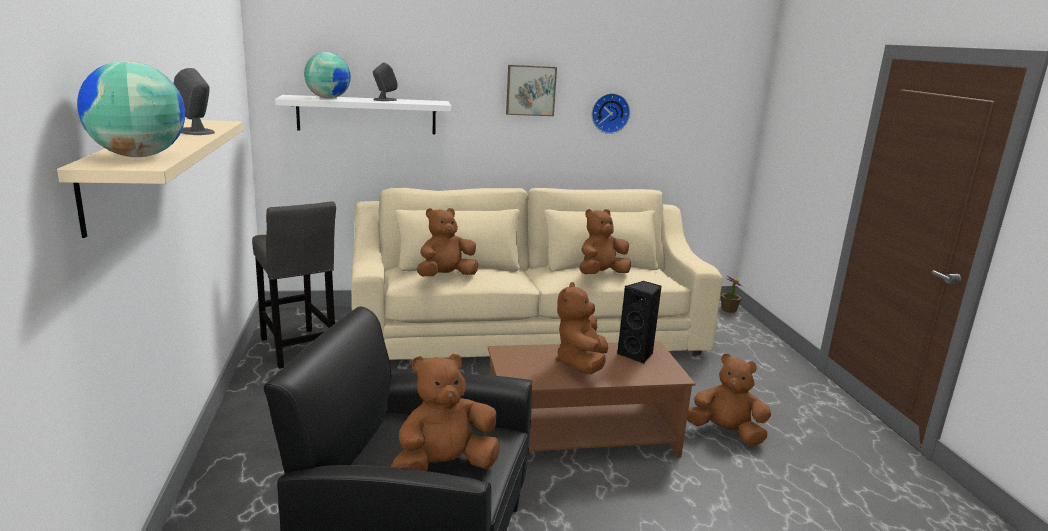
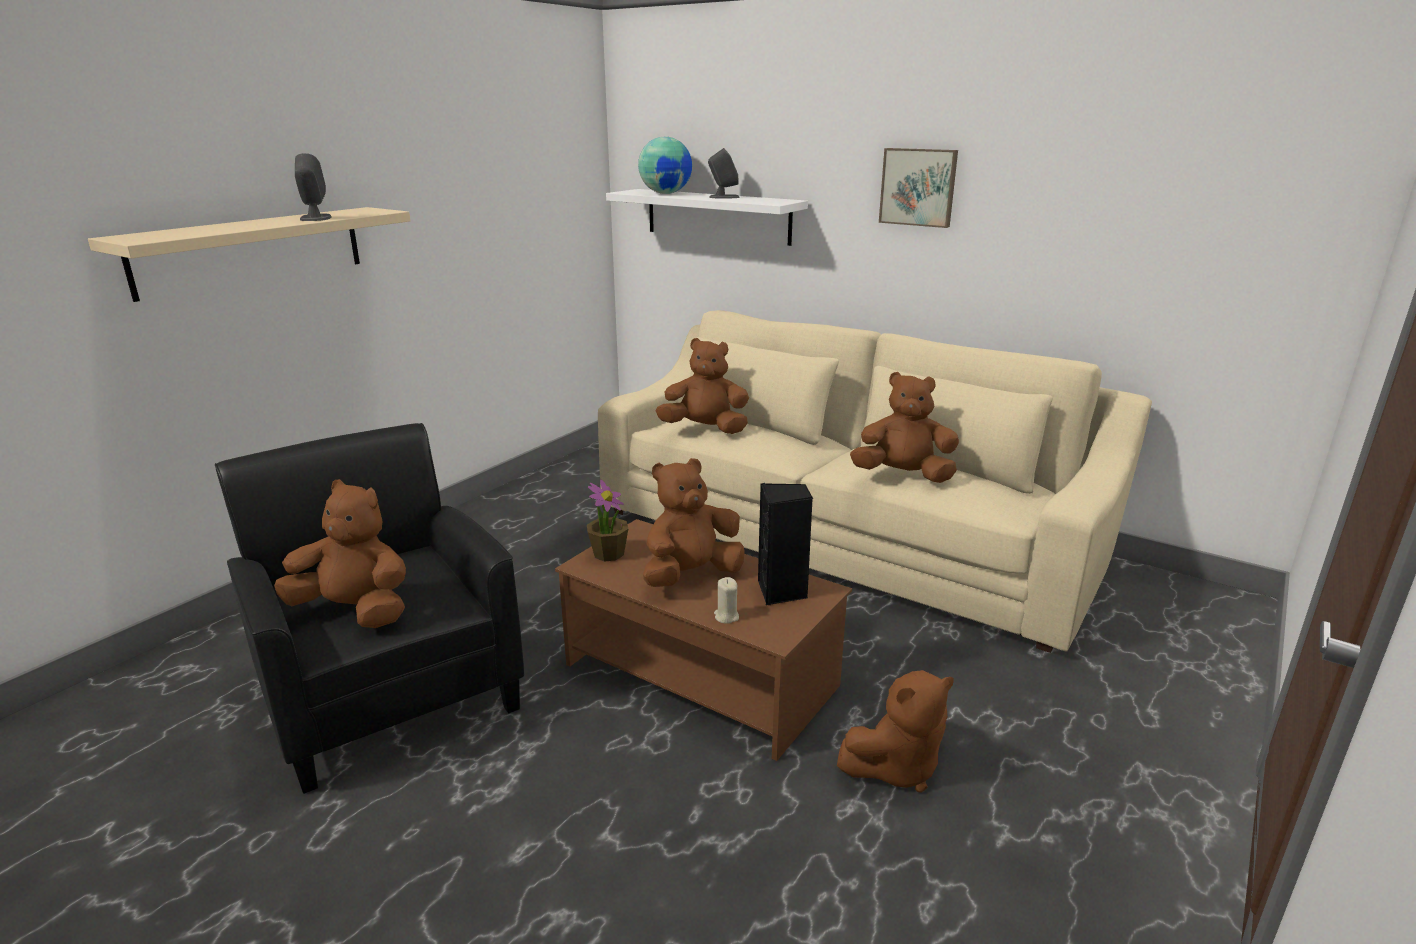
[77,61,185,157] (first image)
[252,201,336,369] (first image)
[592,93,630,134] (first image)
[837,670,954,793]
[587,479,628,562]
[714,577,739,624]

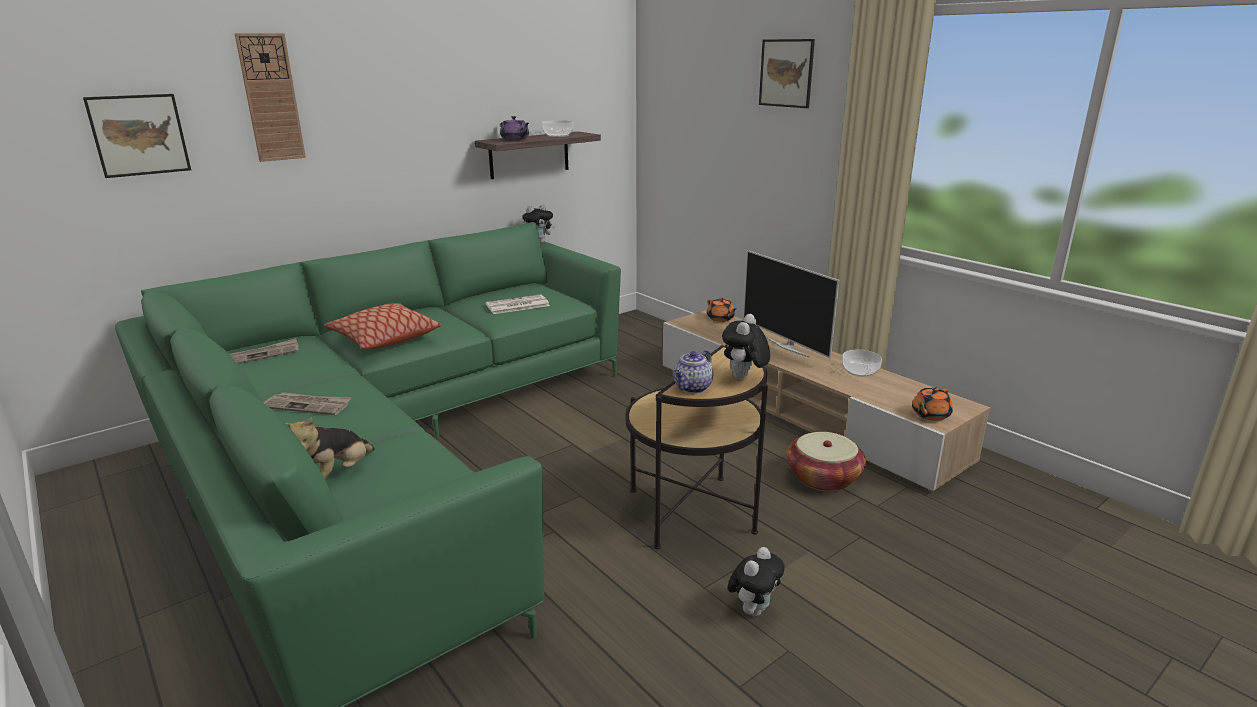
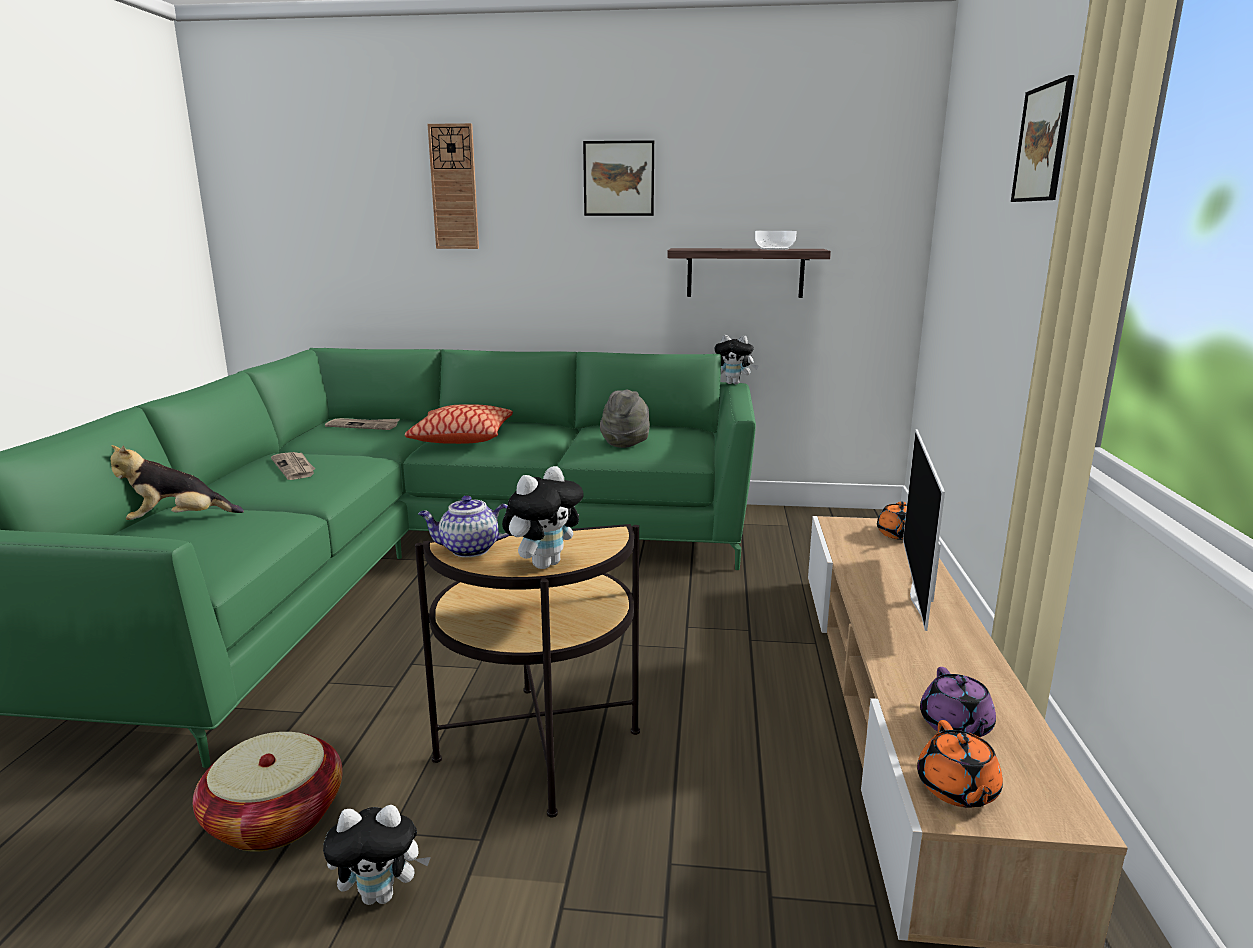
[583,140,654,216]
[600,389,650,448]
[920,667,996,737]
[502,466,584,569]
[193,732,343,852]
[842,350,882,377] (first image)
[917,720,1003,808]

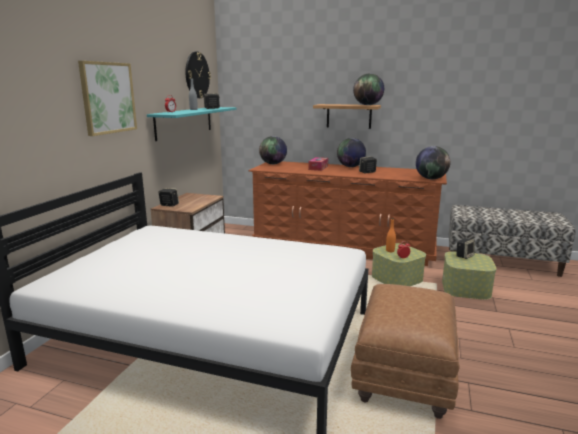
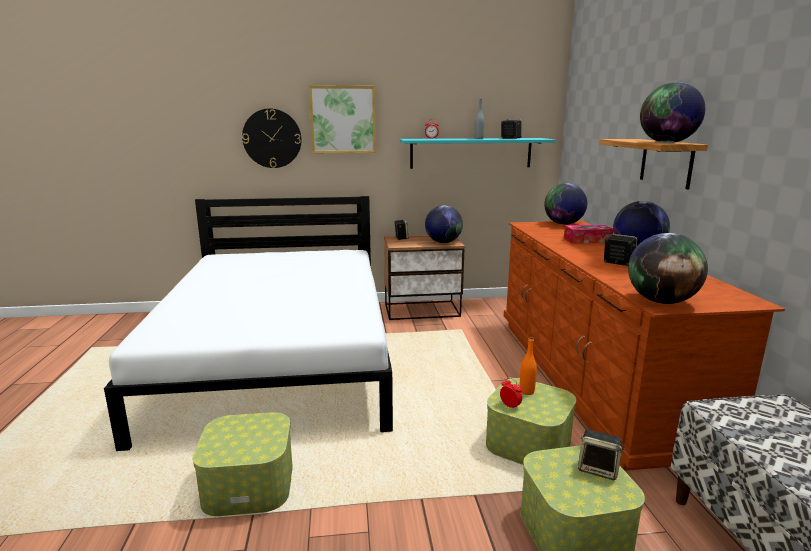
[242,108,301,168]
[192,412,293,516]
[425,205,463,243]

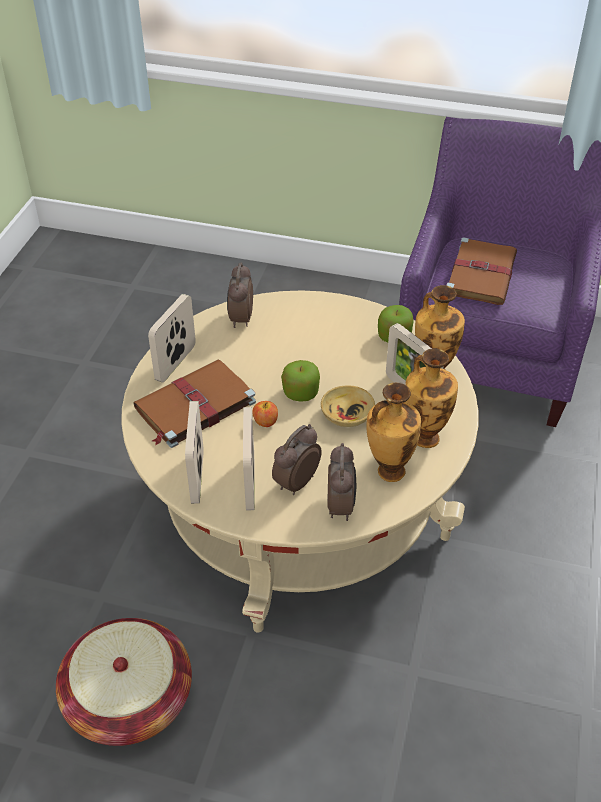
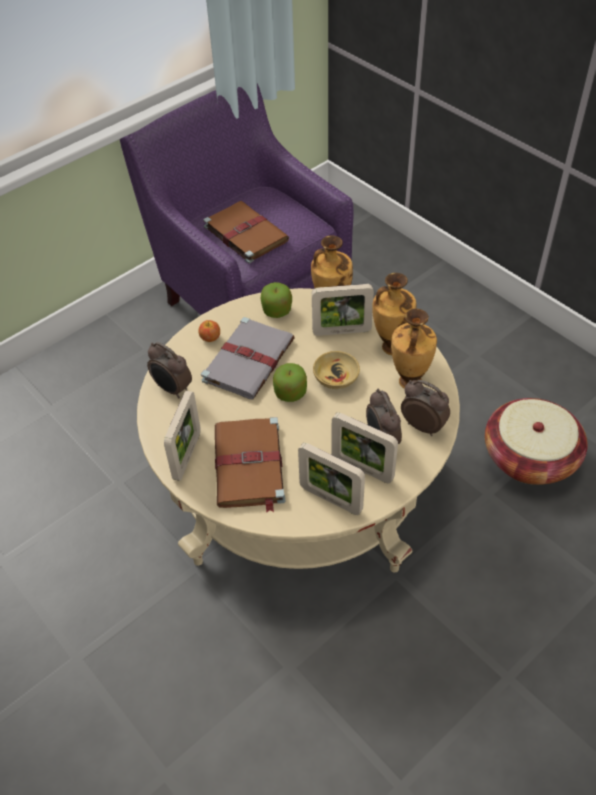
[485,398,588,485]
[164,391,201,481]
[198,320,220,342]
[201,317,295,400]

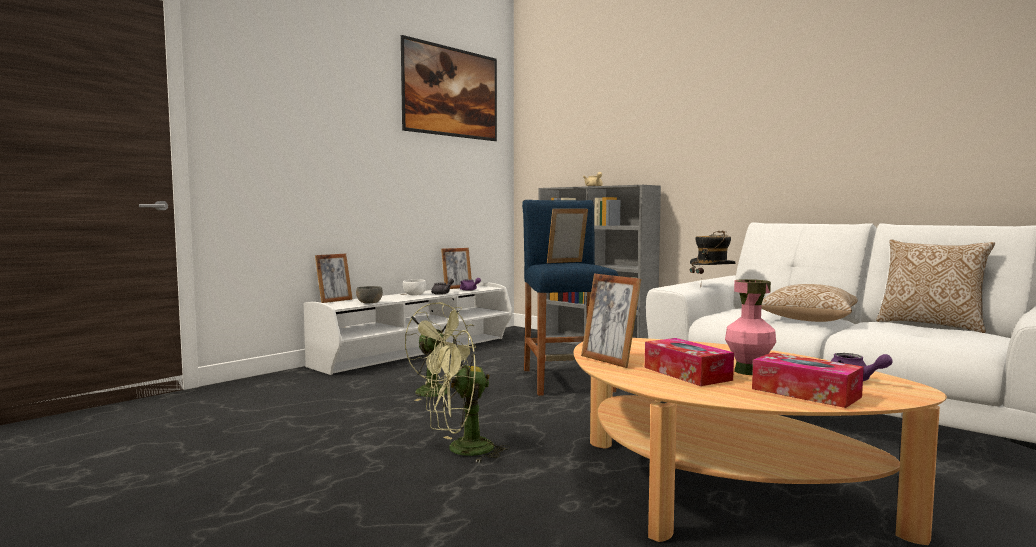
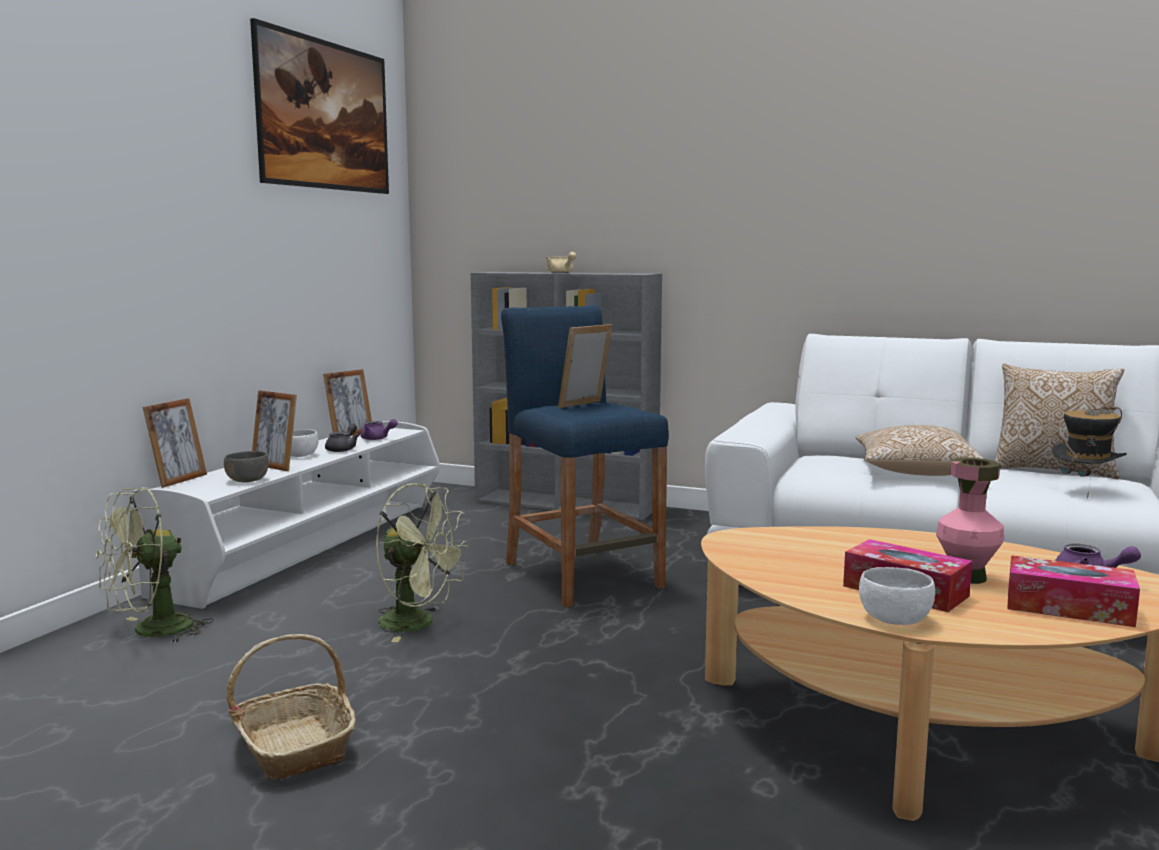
[96,487,214,643]
[252,390,297,471]
[1051,406,1127,499]
[226,634,356,780]
[859,567,935,625]

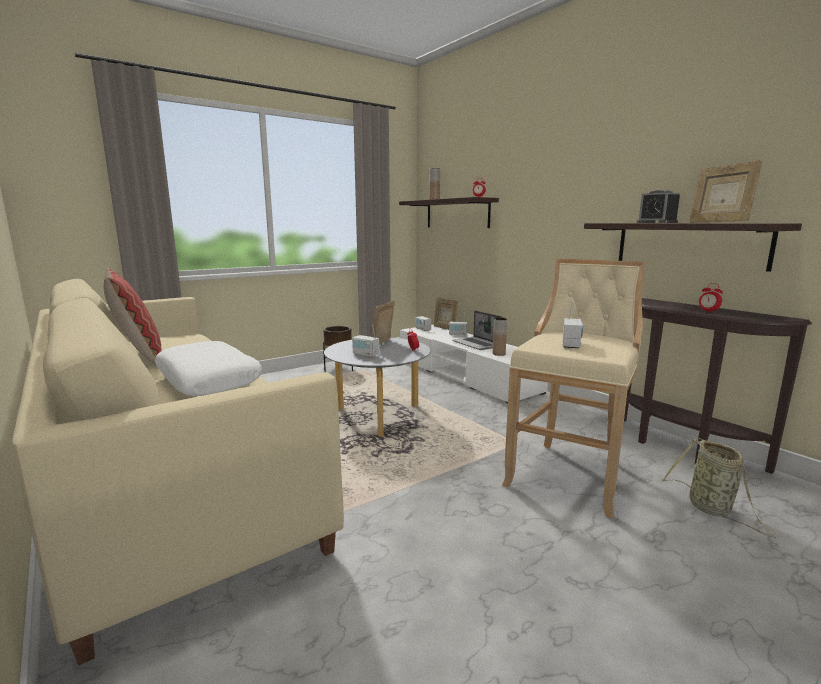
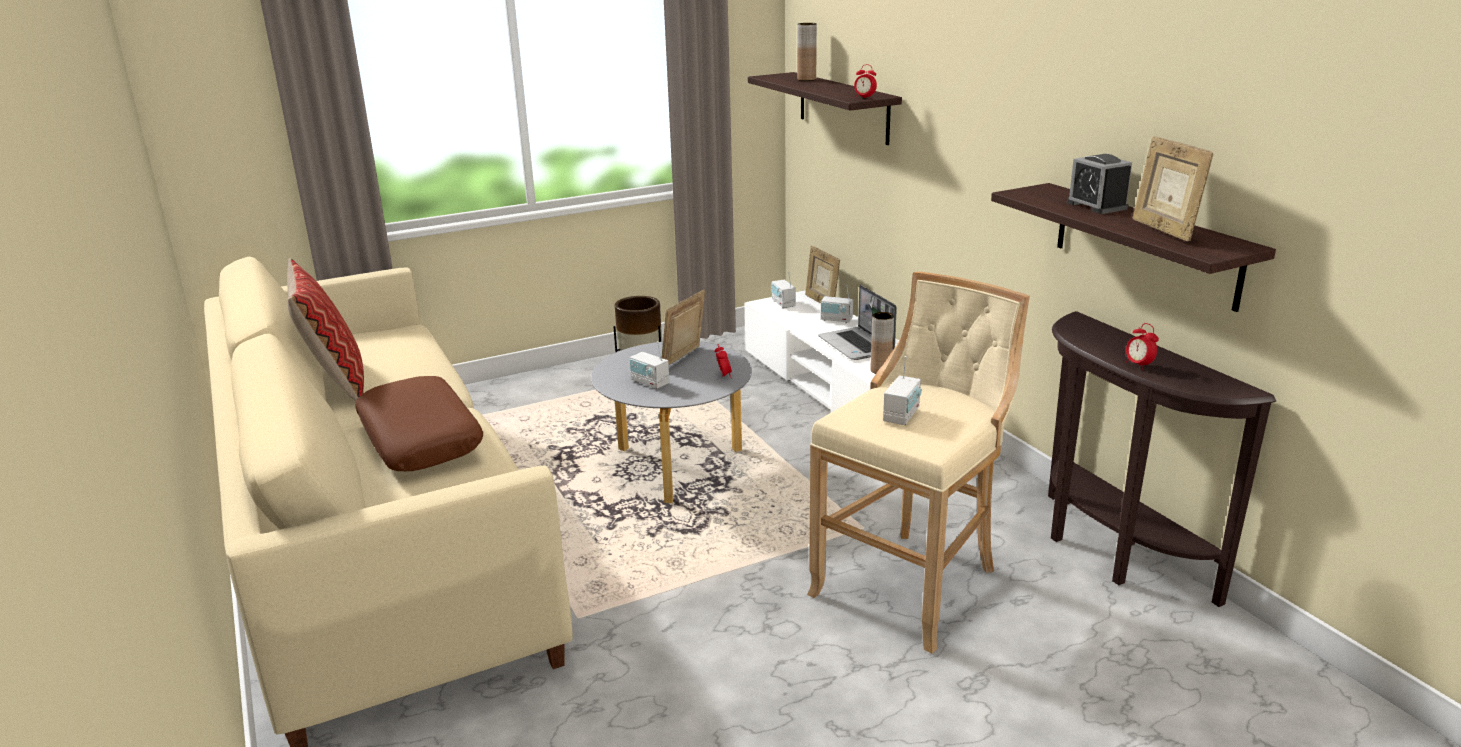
[355,376,483,471]
[662,438,776,539] (first image)

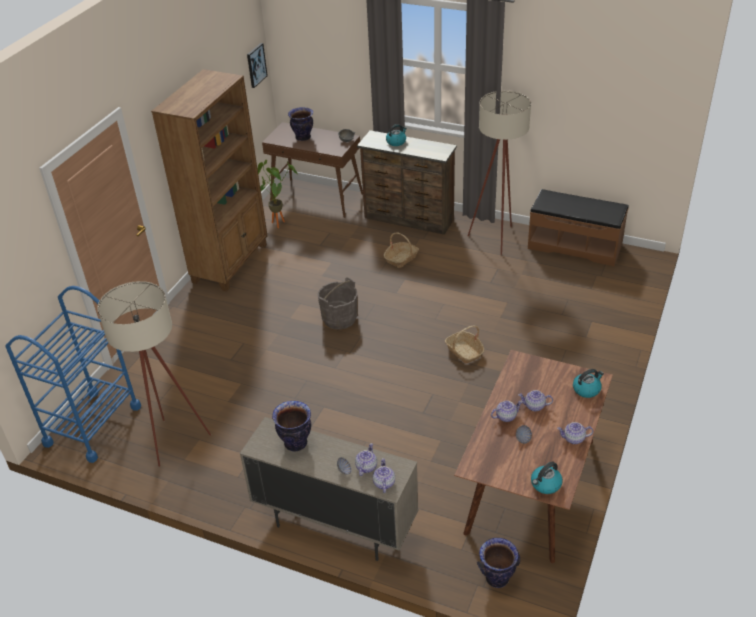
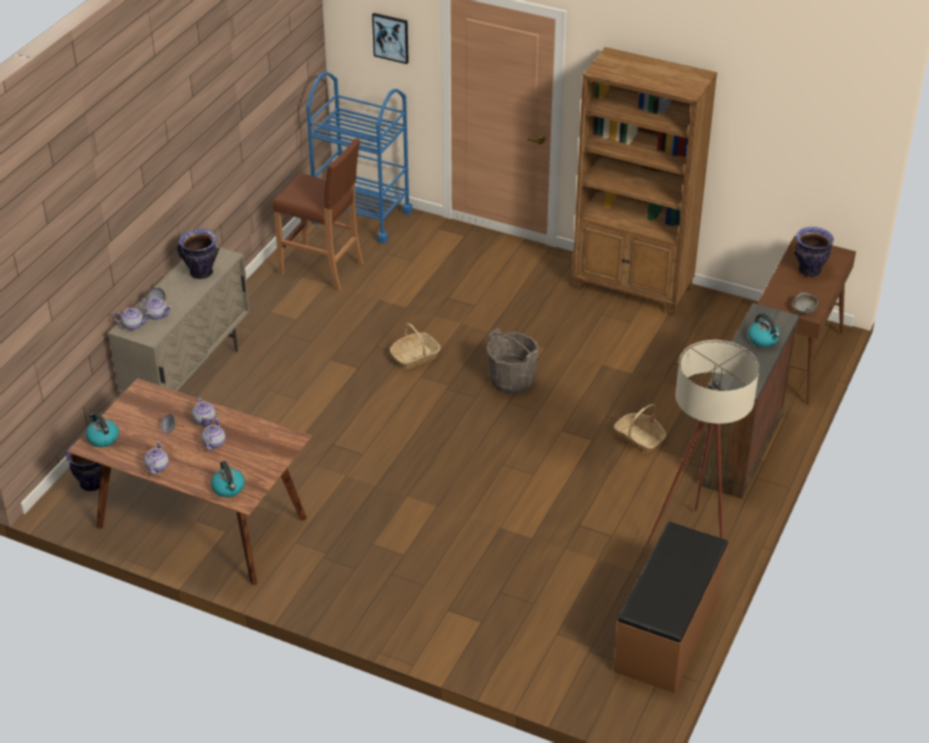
[272,138,364,291]
[372,13,409,64]
[257,160,297,228] (first image)
[390,323,441,369]

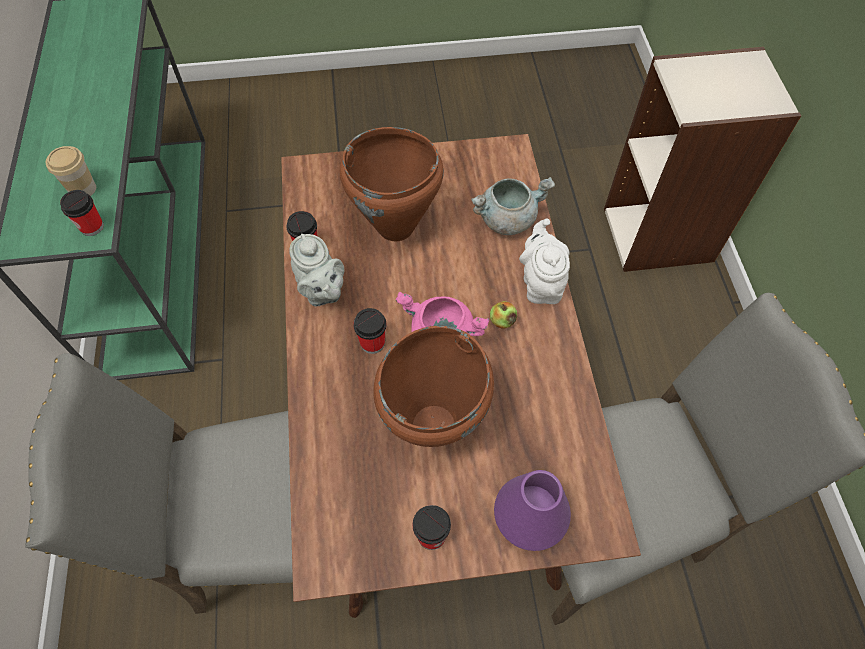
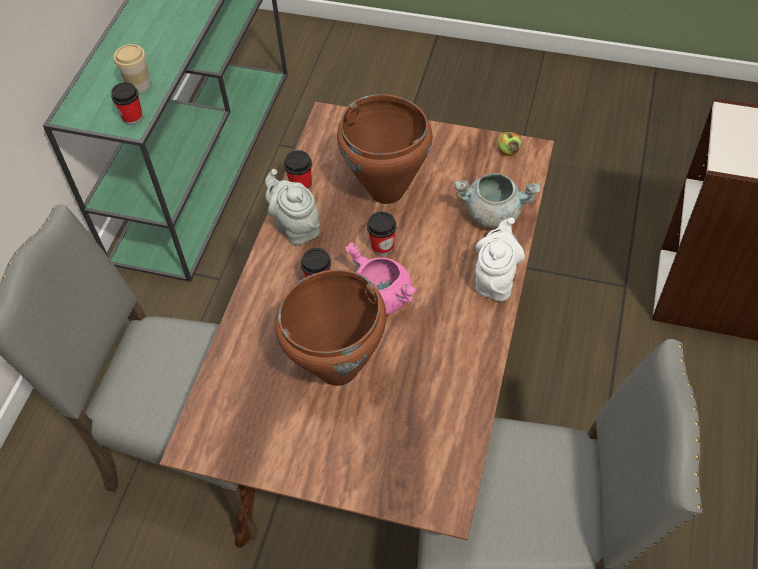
[265,169,320,245]
[367,211,397,256]
[497,132,521,156]
[494,470,571,551] (first image)

